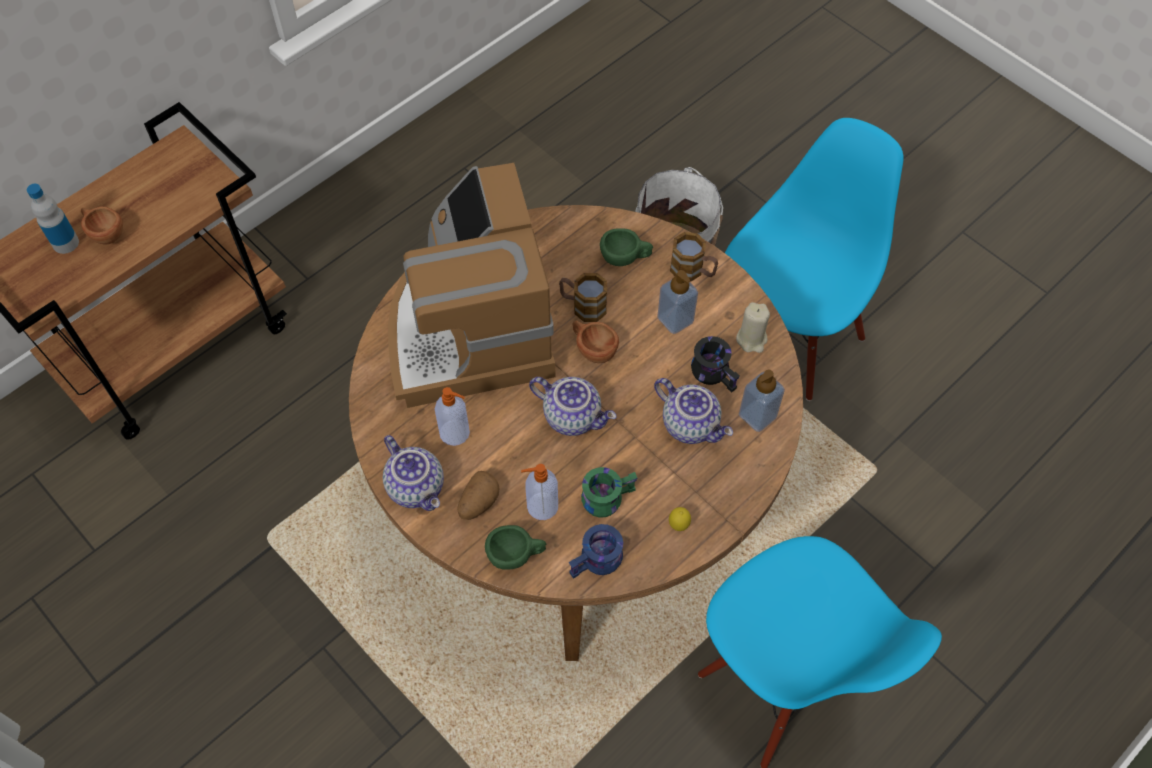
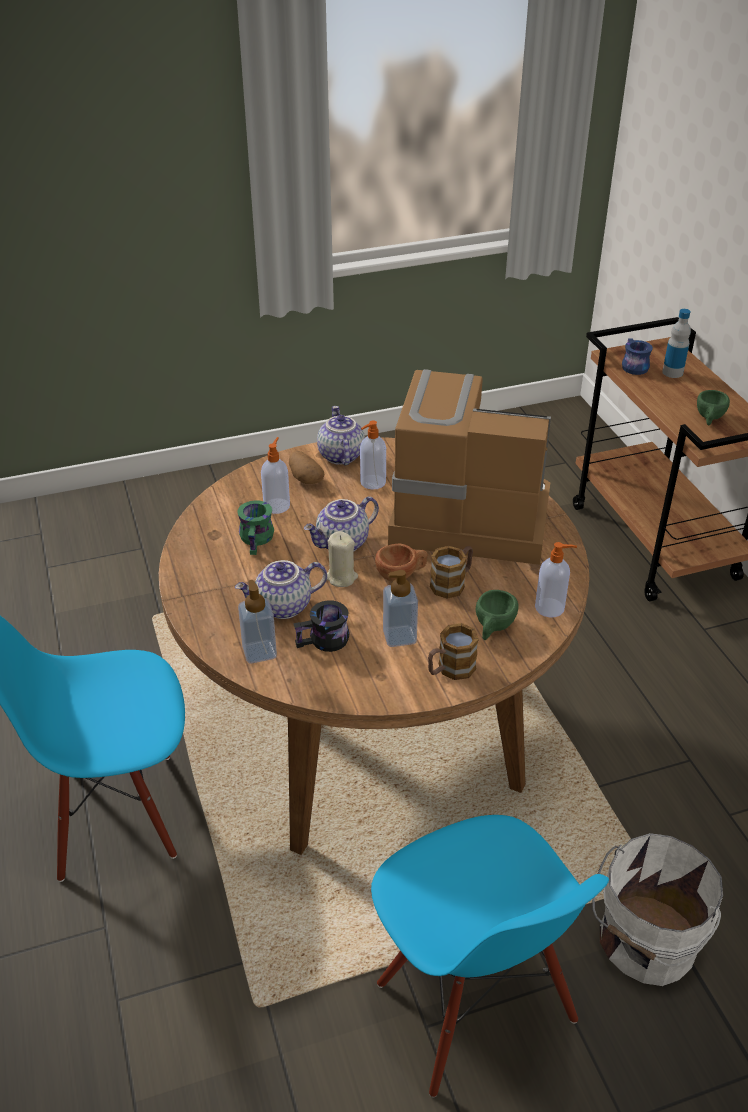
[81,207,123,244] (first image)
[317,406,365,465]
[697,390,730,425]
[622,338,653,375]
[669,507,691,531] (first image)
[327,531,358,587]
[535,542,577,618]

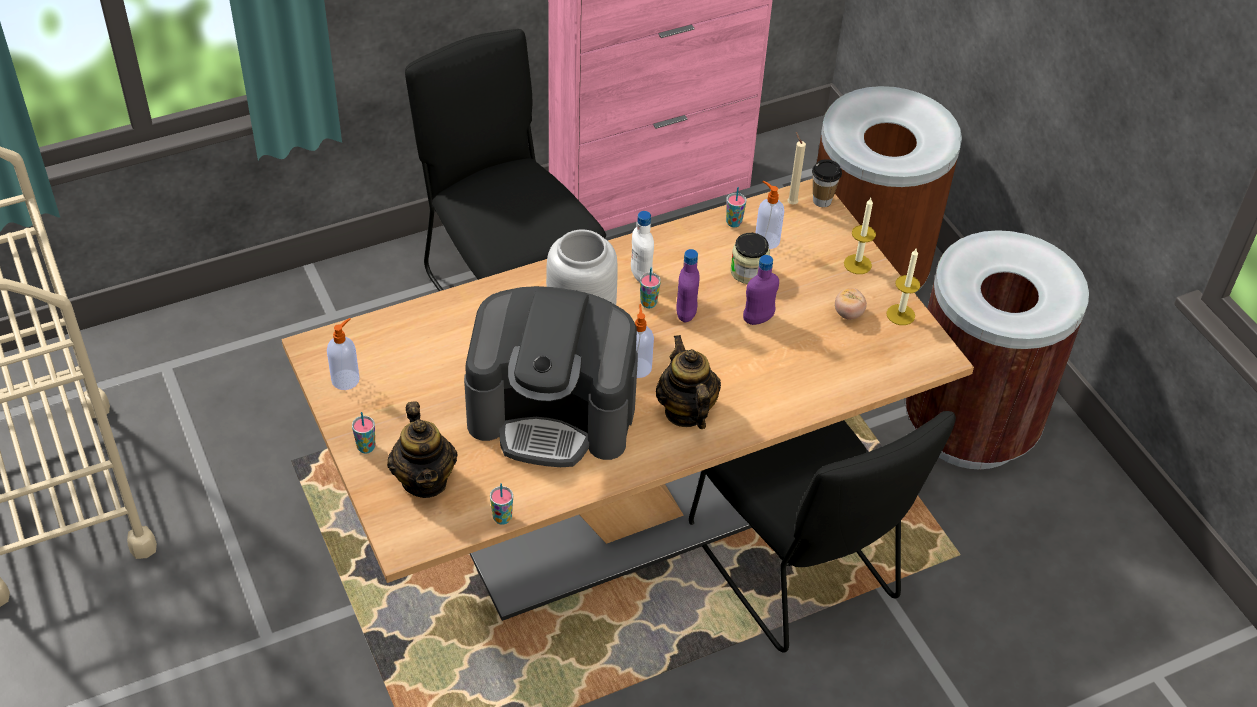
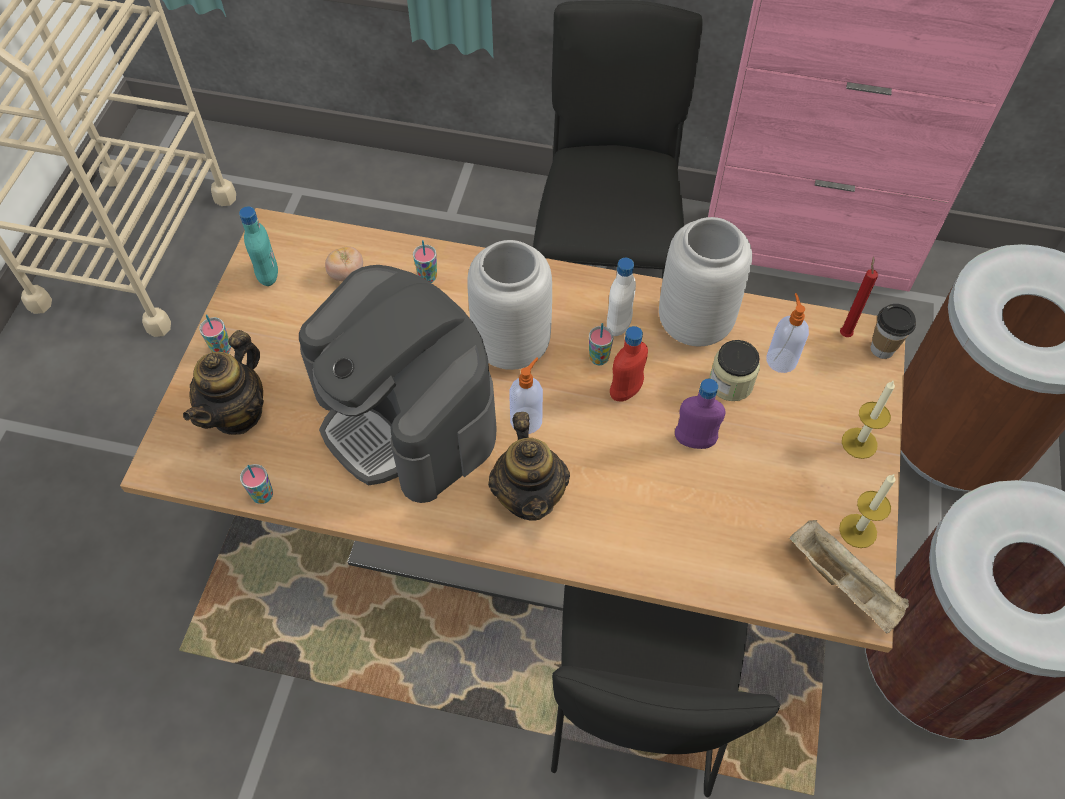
[239,206,278,286]
[488,412,570,521]
[610,326,648,402]
[413,240,437,283]
[840,256,878,337]
[325,247,363,281]
[659,217,752,347]
[790,520,909,633]

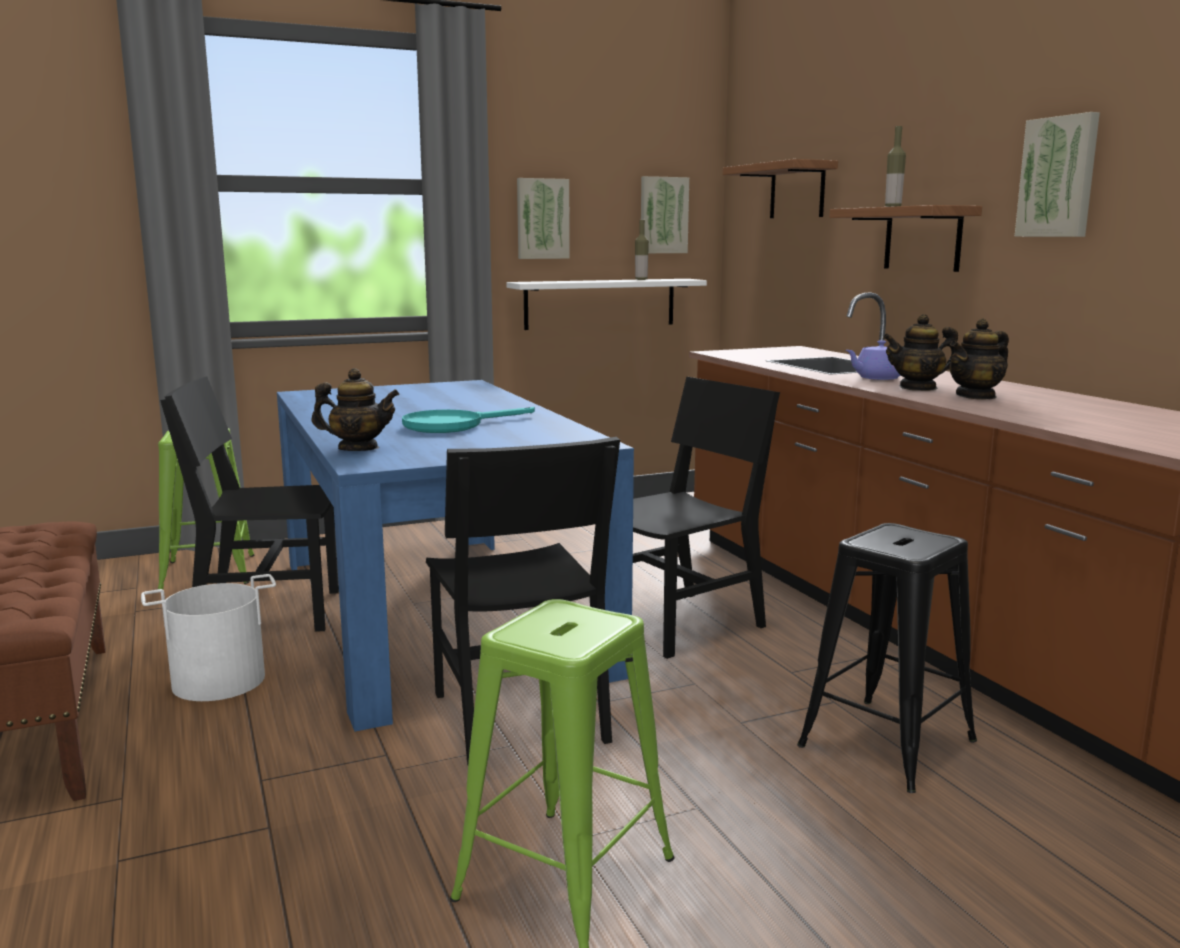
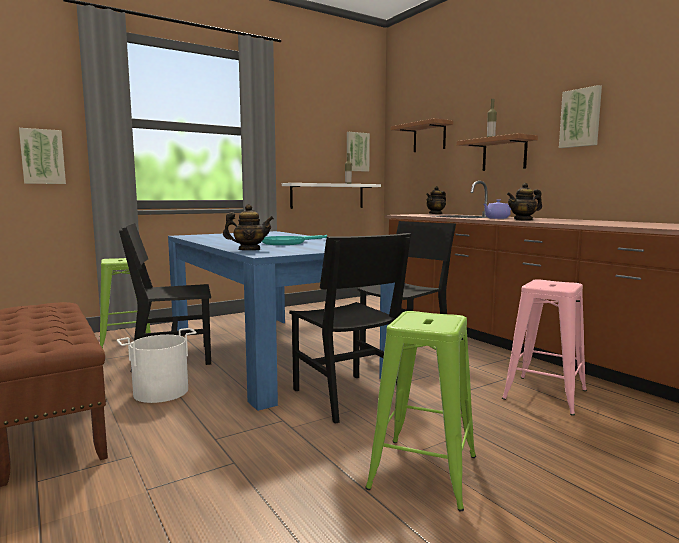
[19,128,66,184]
[502,279,587,416]
[426,186,446,214]

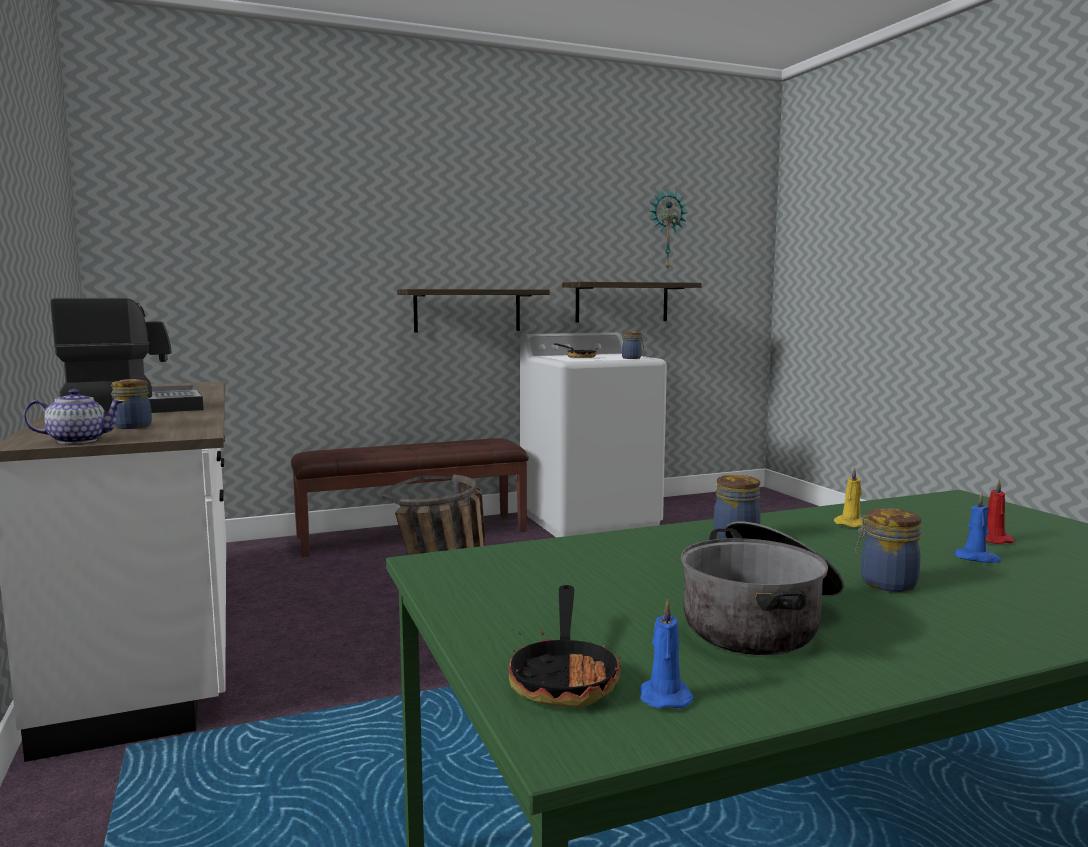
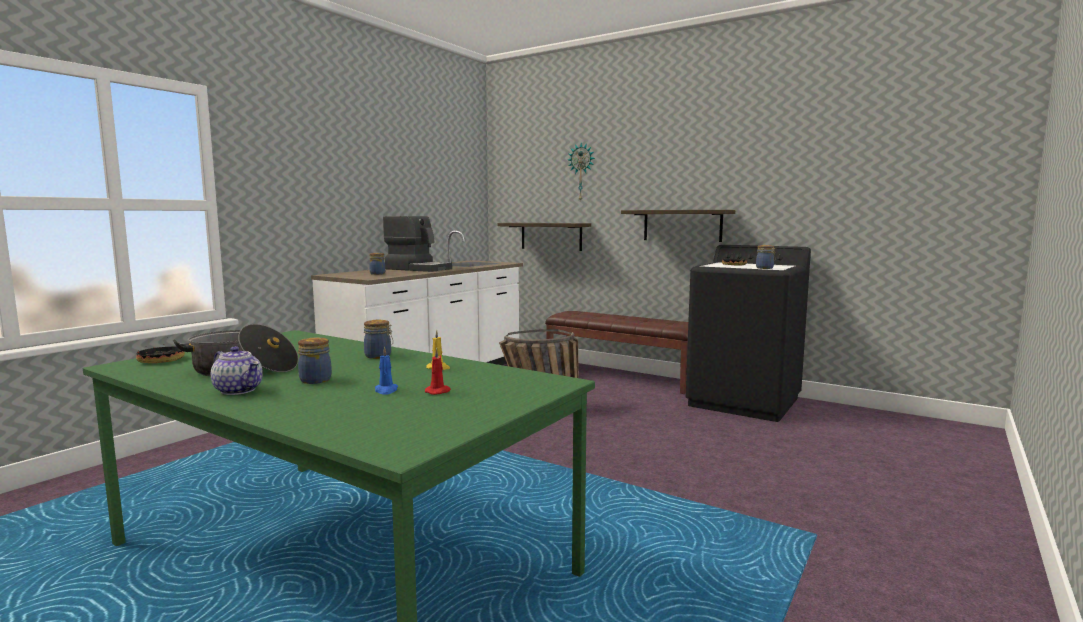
[211,346,263,395]
[686,245,811,422]
[498,223,591,251]
[640,599,694,708] (first image)
[568,143,595,202]

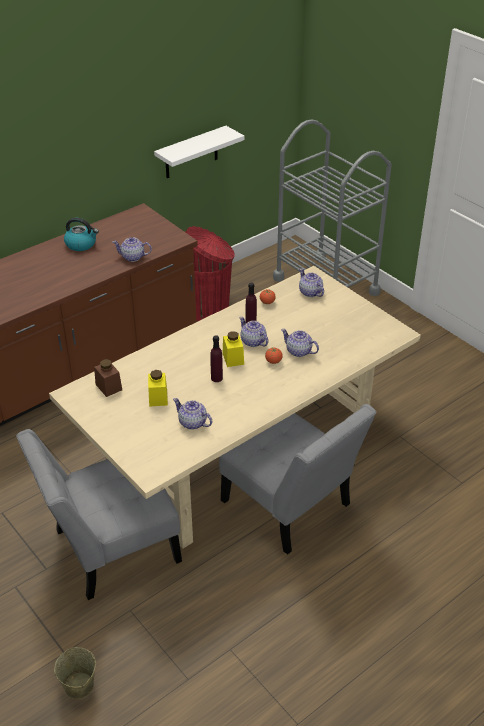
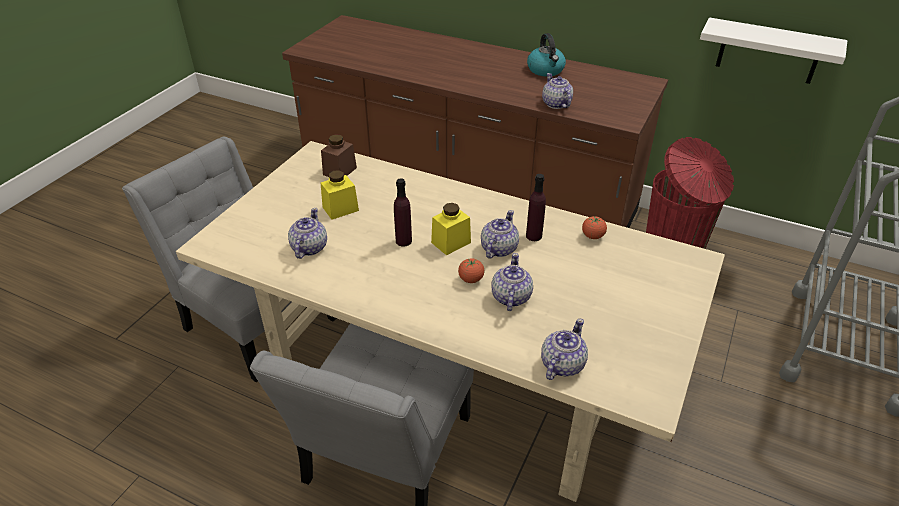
[54,647,96,699] (first image)
[541,319,588,380]

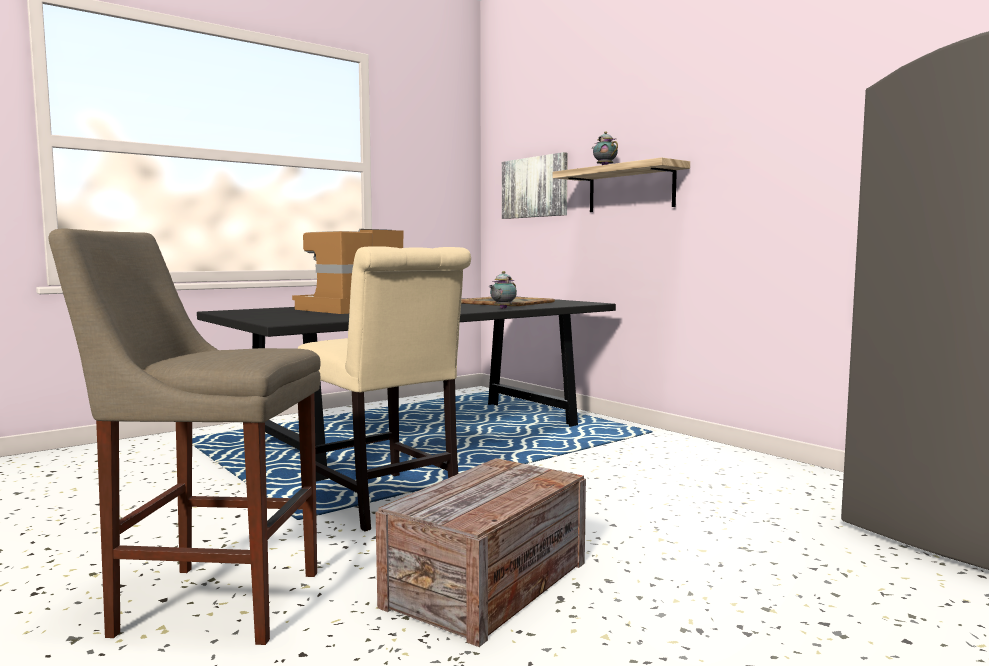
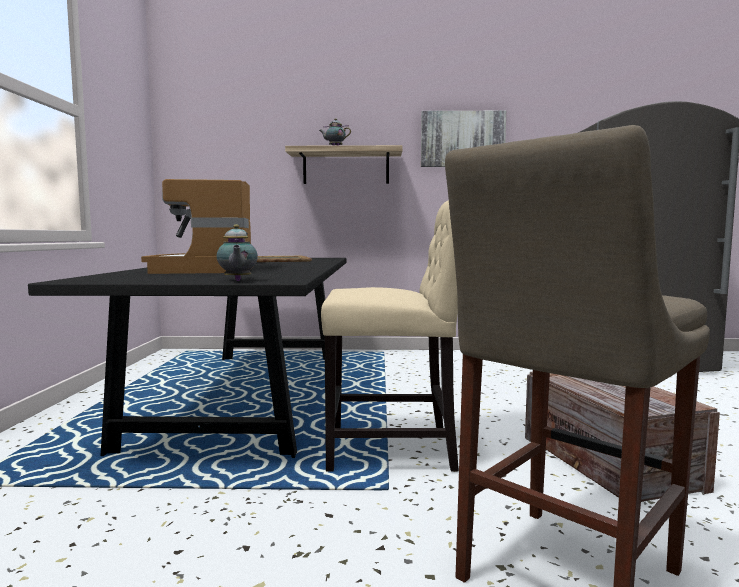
[217,224,258,281]
[421,111,506,167]

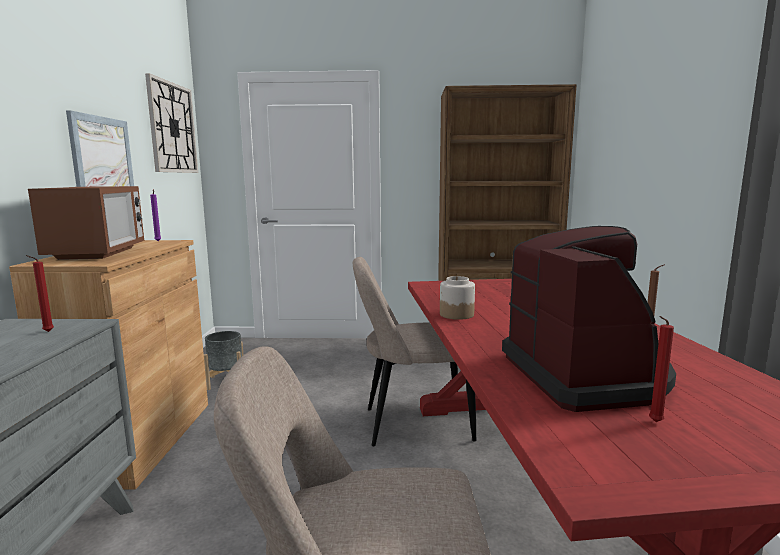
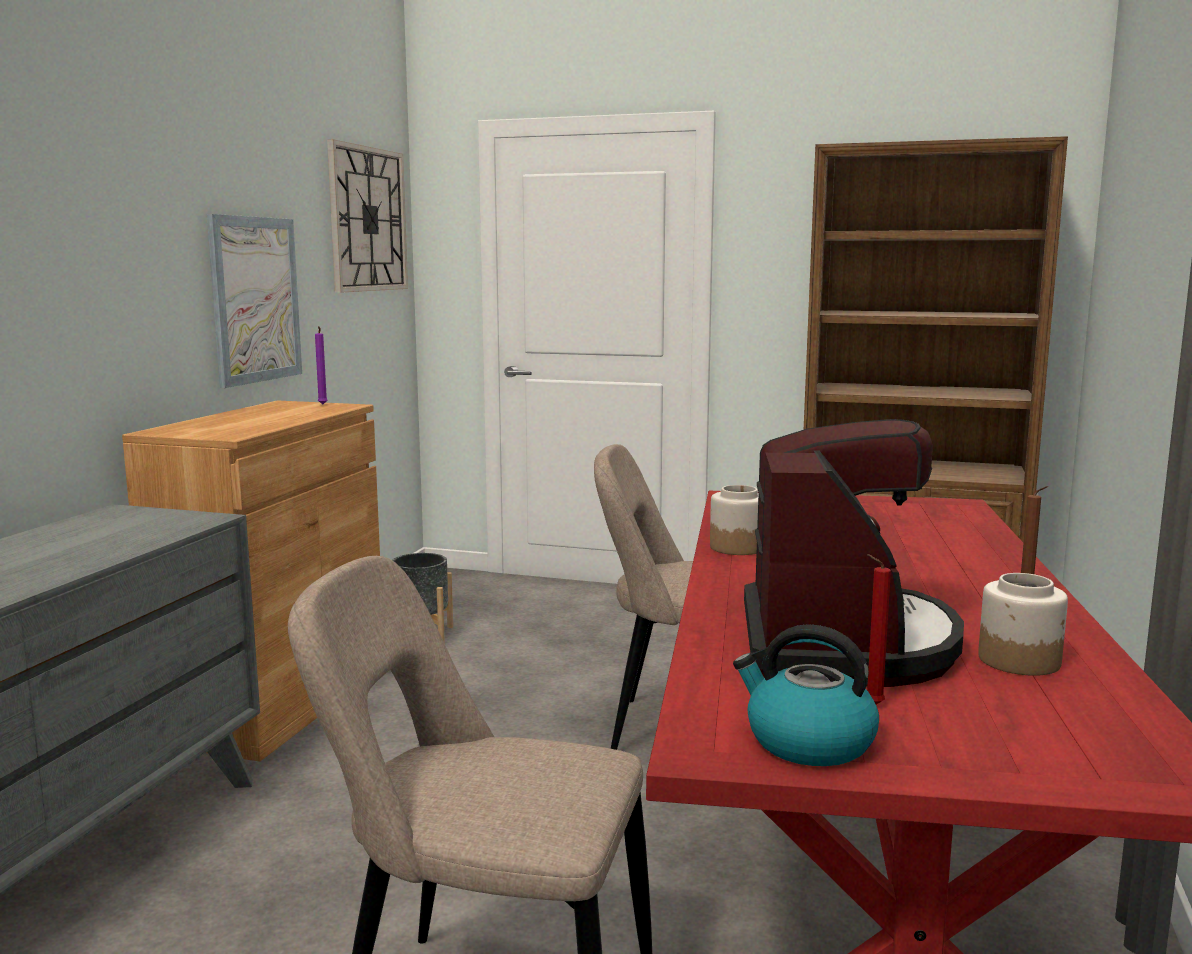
[26,255,54,332] (first image)
[28,186,144,260] (first image)
[733,624,879,766]
[978,573,1068,676]

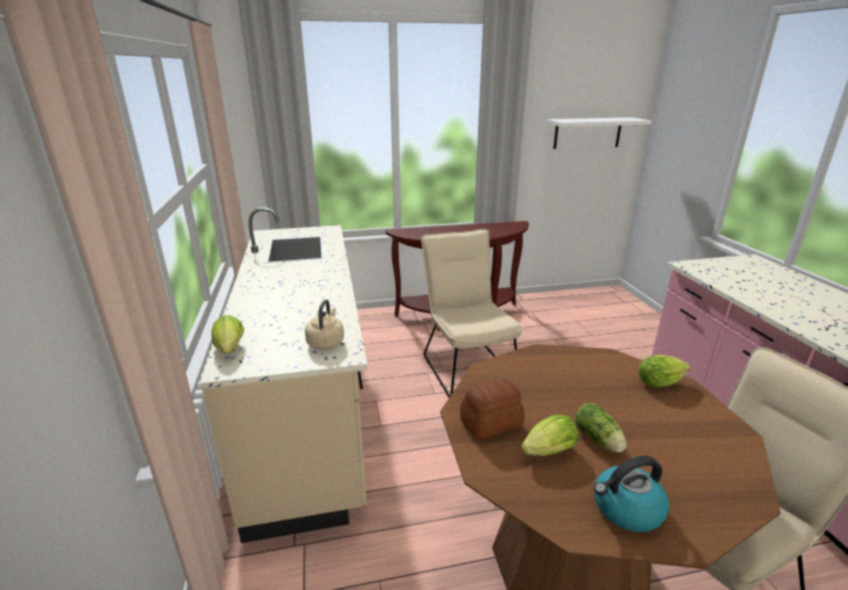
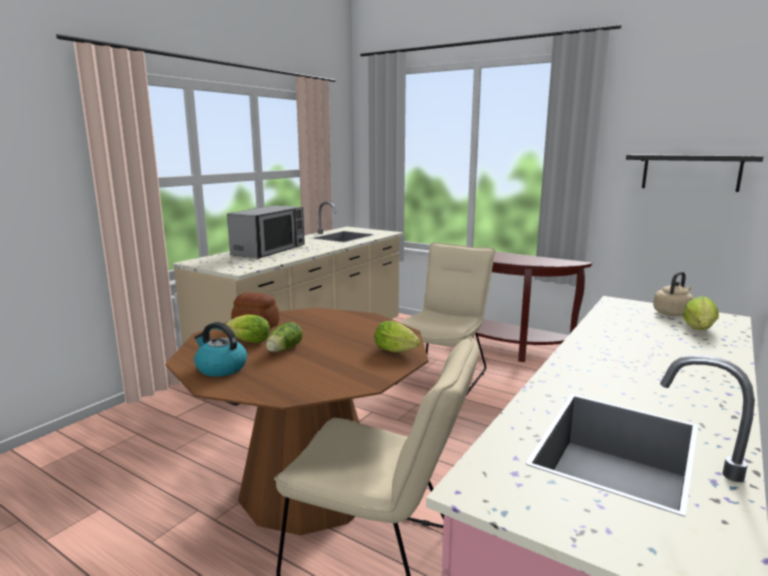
[683,296,719,330]
[653,272,694,316]
[626,154,763,192]
[227,205,305,258]

